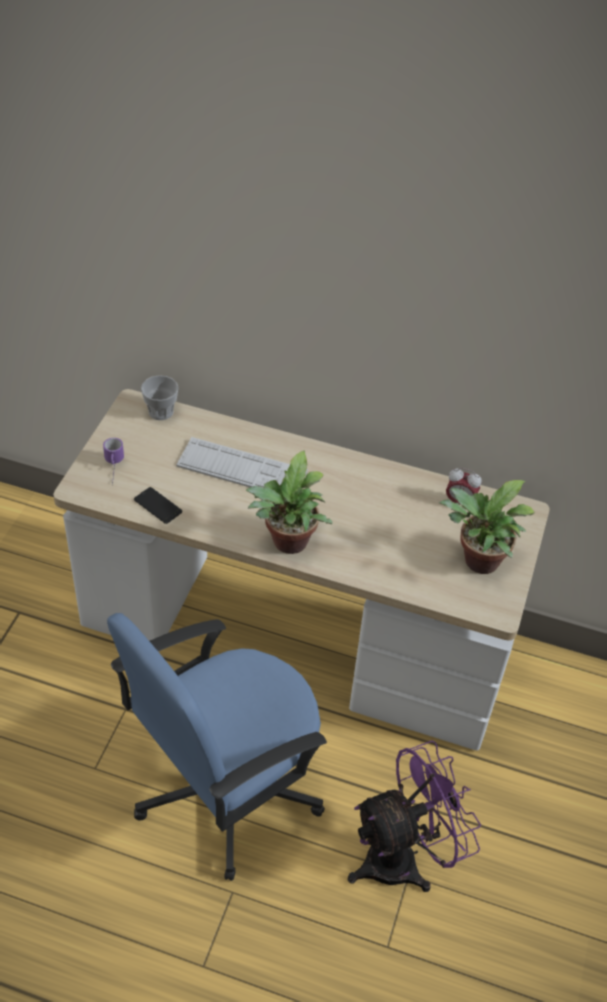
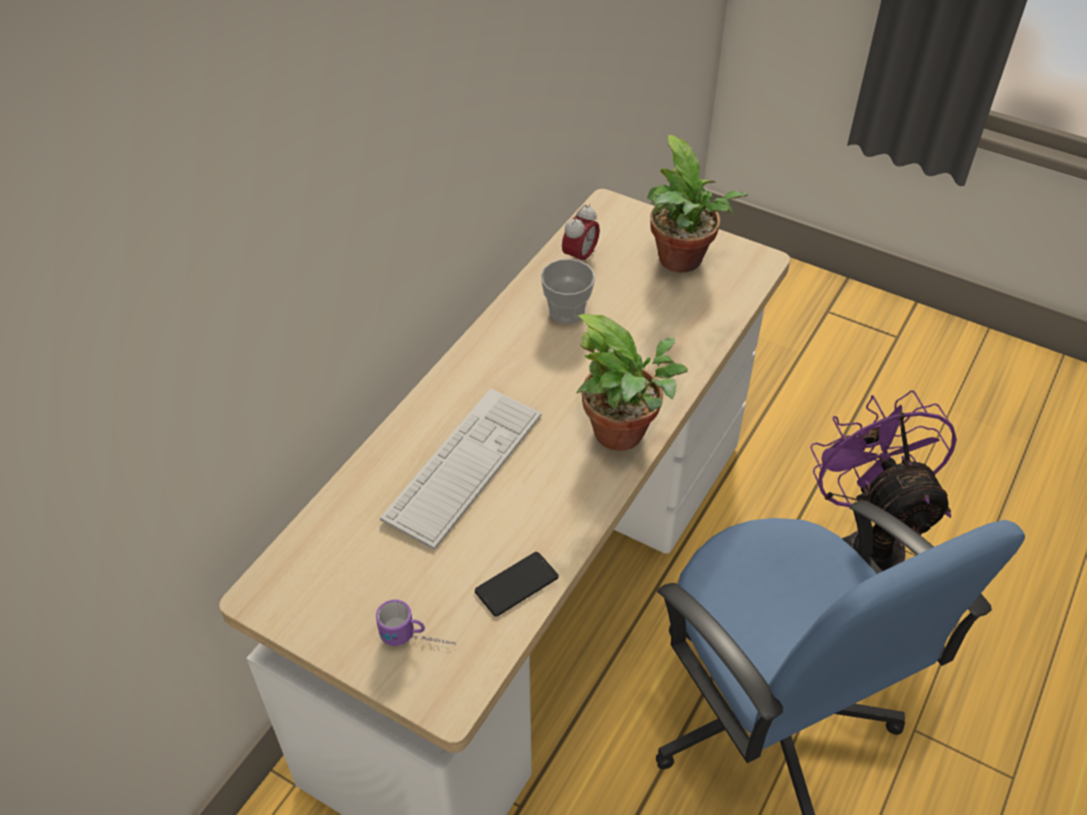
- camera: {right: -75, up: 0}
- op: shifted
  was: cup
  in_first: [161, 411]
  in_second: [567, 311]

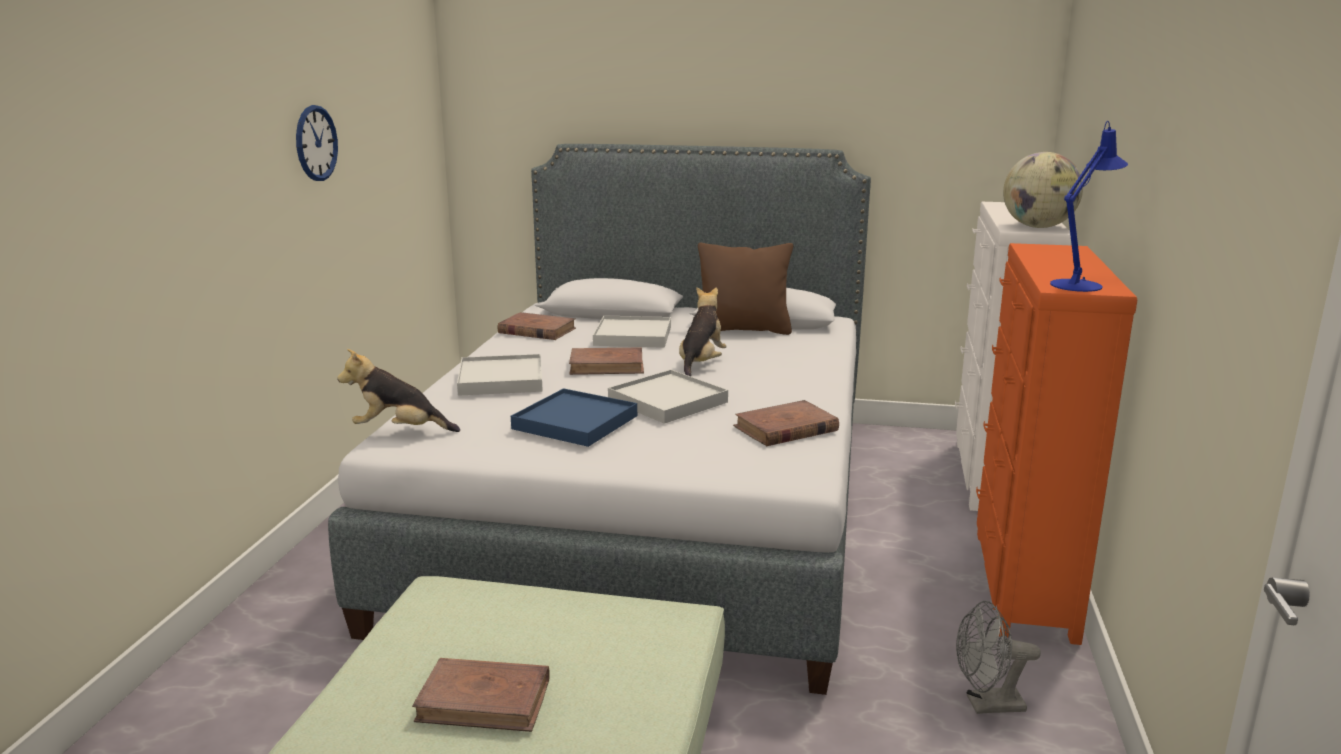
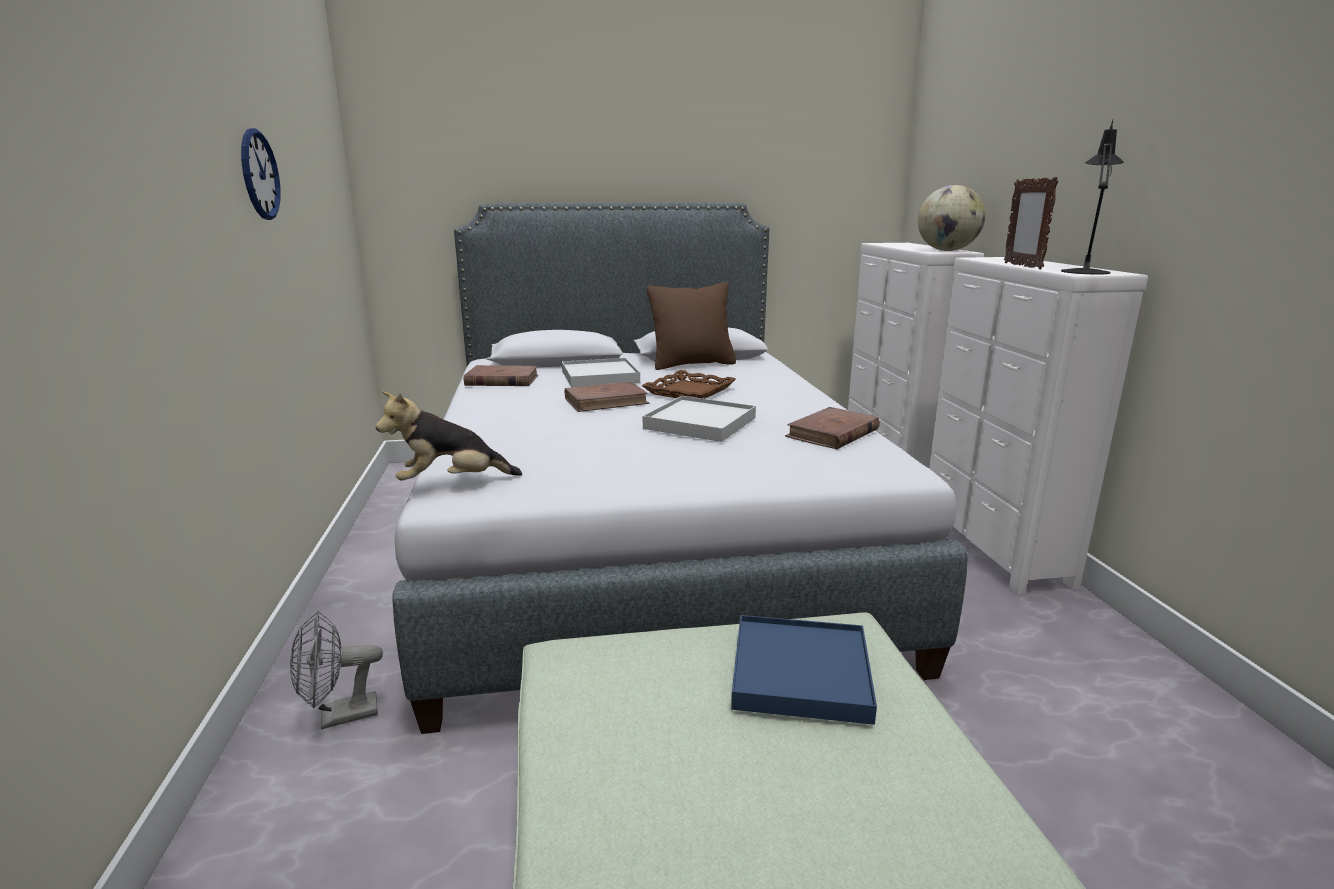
- camera: {right: -20, up: 0}
- op: gone
  was: book (brown)
  in_first: [484, 700]
- op: gone
  was: tray (white)
  in_first: [500, 380]
- op: shifted
  was: tray (blue)
  in_first: [575, 422]
  in_second: [800, 673]
- op: swapped
  was: plush toy
  now: tray (brown)
  in_first: [701, 364]
  in_second: [690, 391]
- op: shifted
  was: fan (grey)
  in_first: [987, 705]
  in_second: [339, 717]
- op: repainted
  was: dresser (orange)
  now: dresser (white)
  in_first: [1021, 584]
  in_second: [992, 548]
- op: repainted
  was: table lamp (blue)
  now: table lamp (black)
  in_first: [1079, 284]
  in_second: [1085, 271]
- op: new
  now: picture frame
  in_second: [1022, 266]

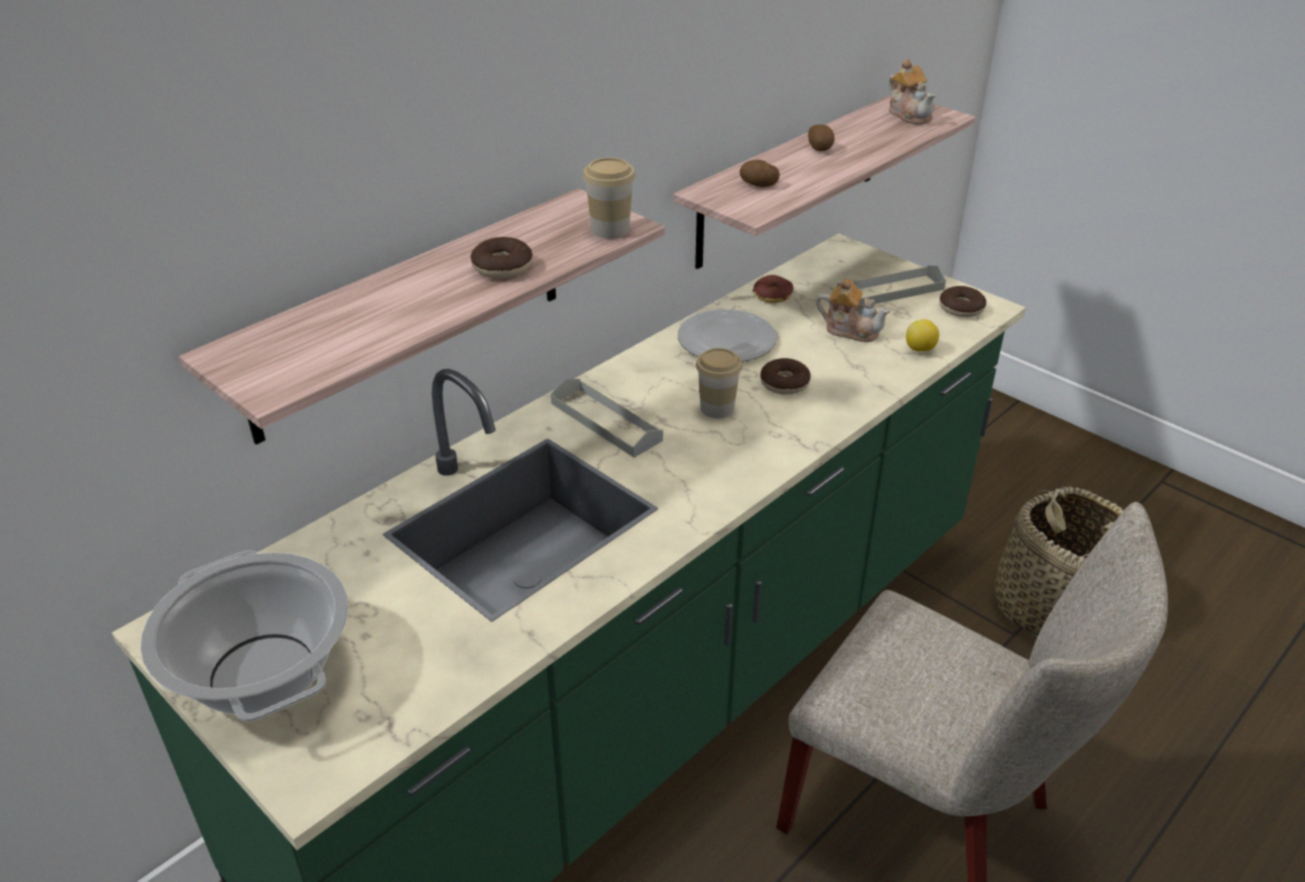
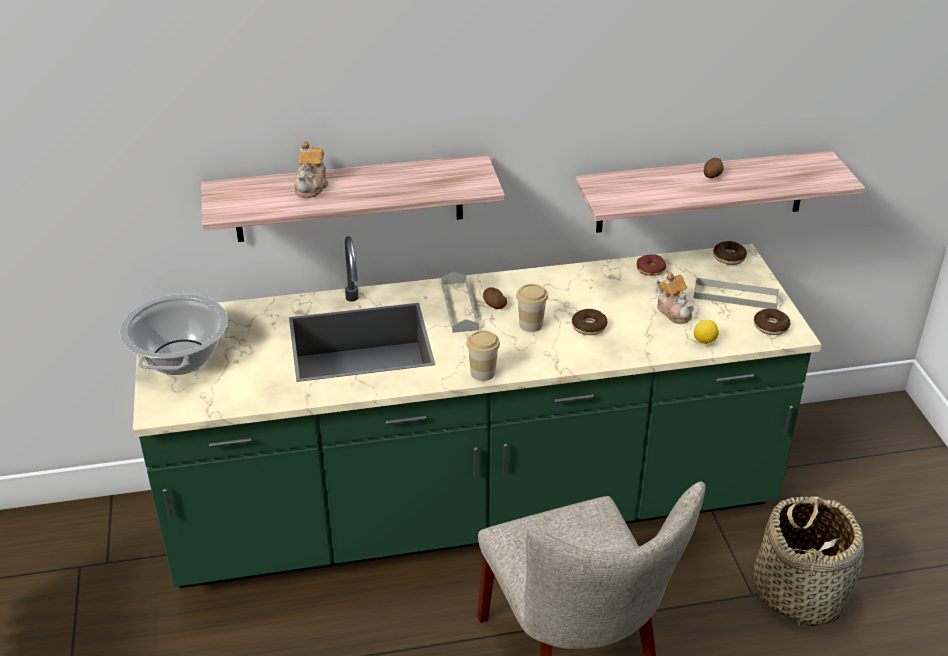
- camera: {right: 35, up: 0}
- op: shifted
  was: donut
  in_first: [502, 267]
  in_second: [729, 257]
- op: shifted
  was: cup
  in_first: [610, 229]
  in_second: [483, 373]
- op: gone
  was: plate
  in_first: [727, 339]
- op: shifted
  was: potato
  in_first: [758, 185]
  in_second: [494, 305]
- op: shifted
  was: teapot
  in_first: [910, 114]
  in_second: [312, 186]

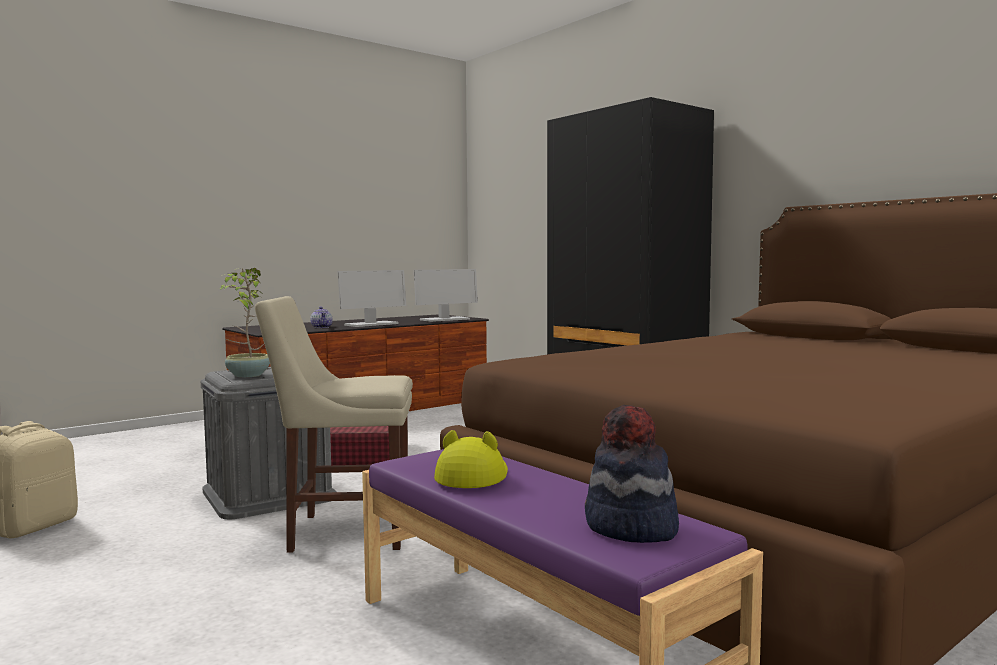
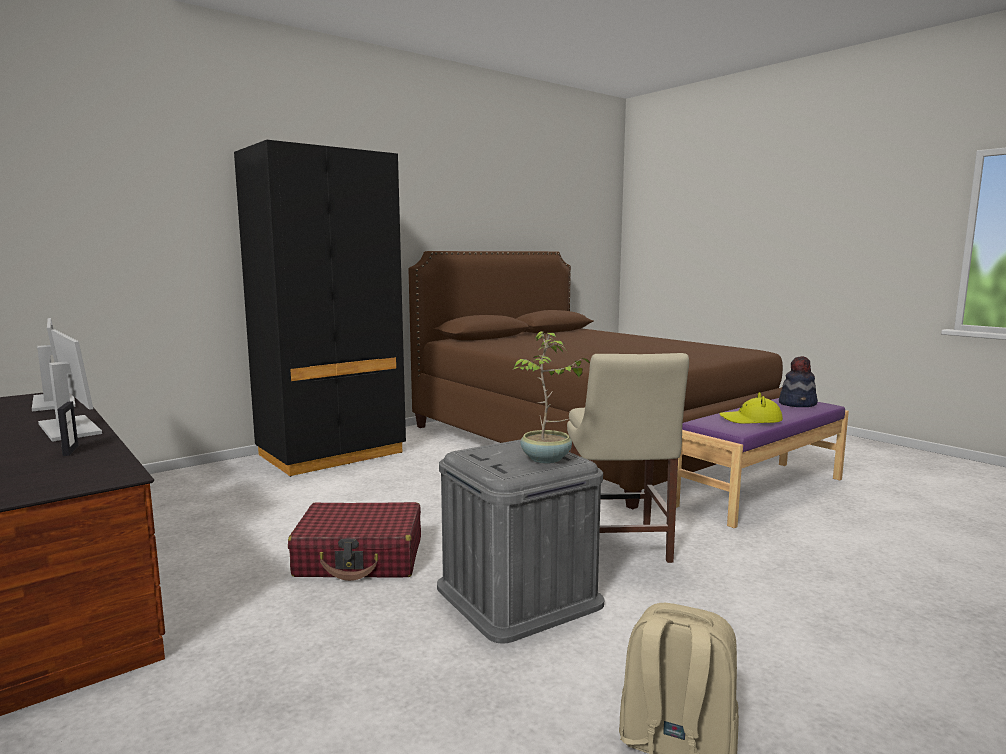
- camera: {right: -90, up: 5}
- op: swapped
  was: teapot
  now: picture frame
  in_first: [322, 327]
  in_second: [70, 450]

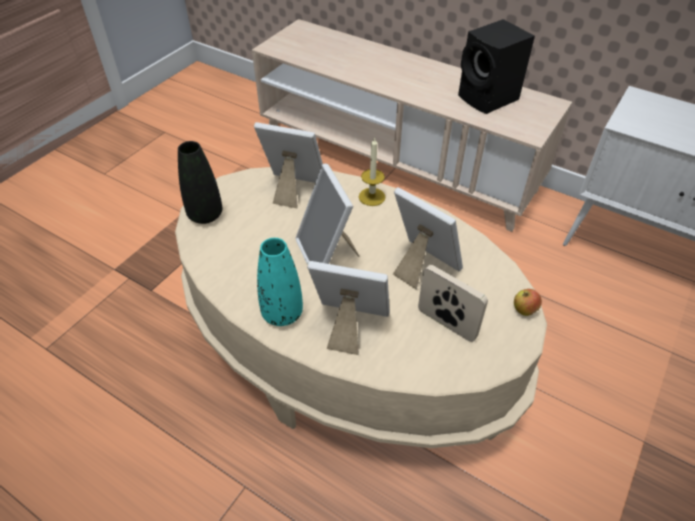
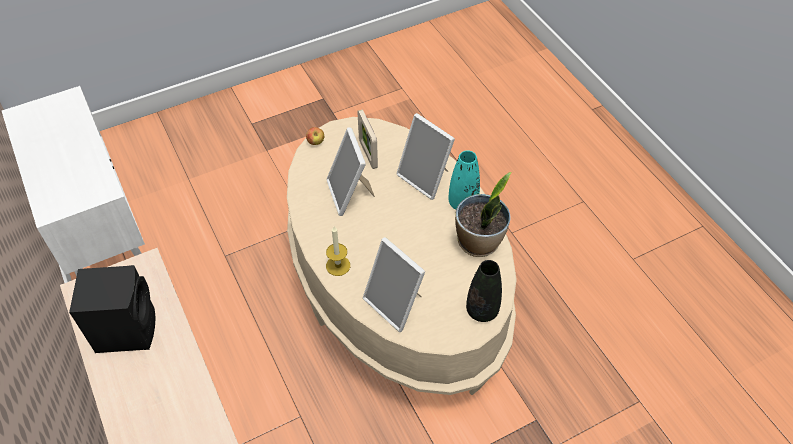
- camera: {right: -150, up: 5}
- op: gone
  was: picture frame
  in_first: [328, 255]
- op: new
  now: potted plant
  in_second: [479, 242]

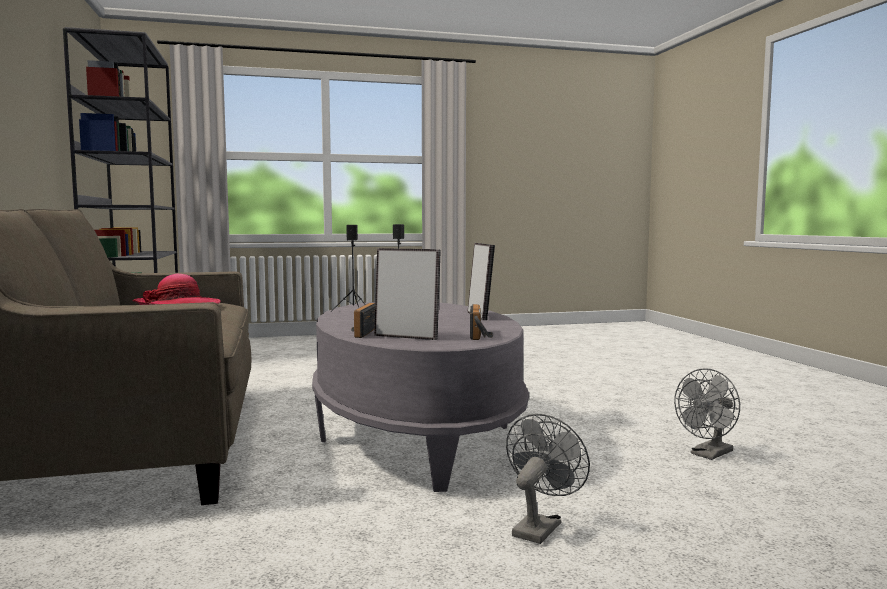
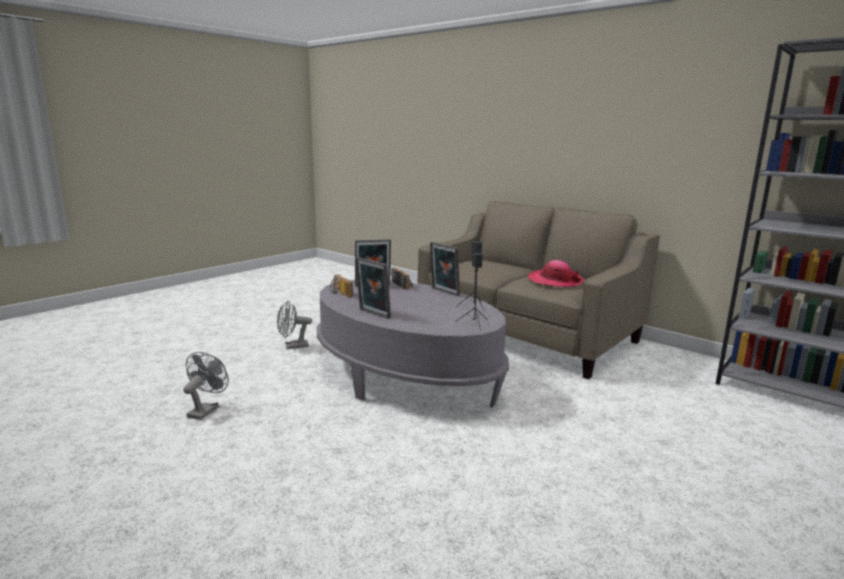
- camera: {right: 145, up: 10}
- op: rotated
  was: fan (grey)
  in_first: [540, 526]
  in_second: [293, 346]
  clockwise: 75
- op: new
  now: picture frame
  in_second: [444, 292]

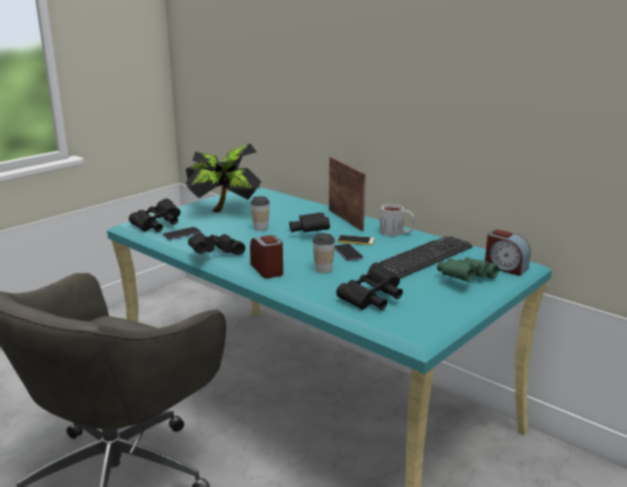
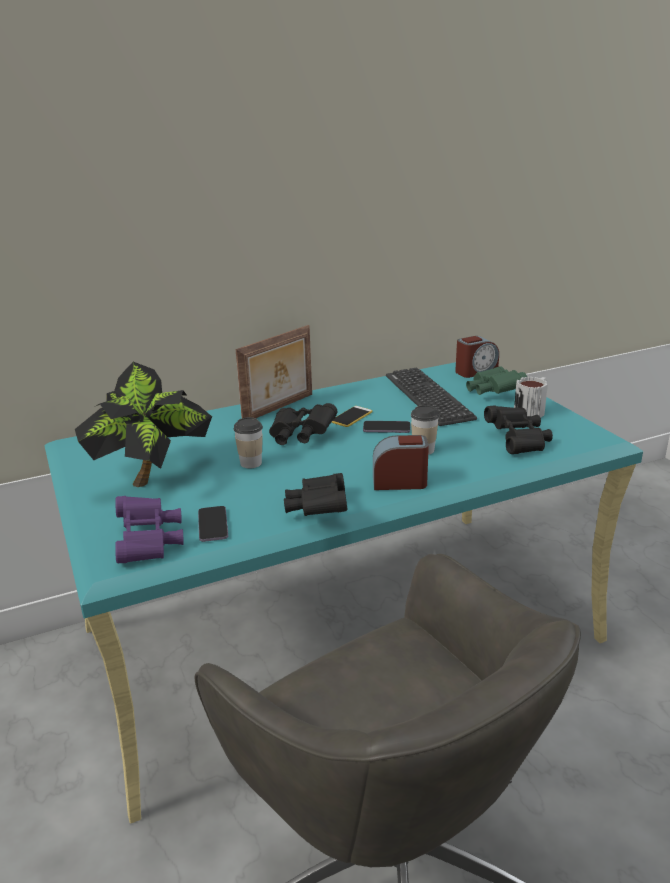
- camera: {right: -65, up: 5}
- op: repainted
  was: binoculars (black)
  now: binoculars (purple)
  in_first: [157, 226]
  in_second: [149, 542]
- op: rotated
  was: picture frame
  in_first: [346, 220]
  in_second: [279, 408]
  clockwise: 135
- op: shifted
  was: mug
  in_first: [396, 232]
  in_second: [532, 411]

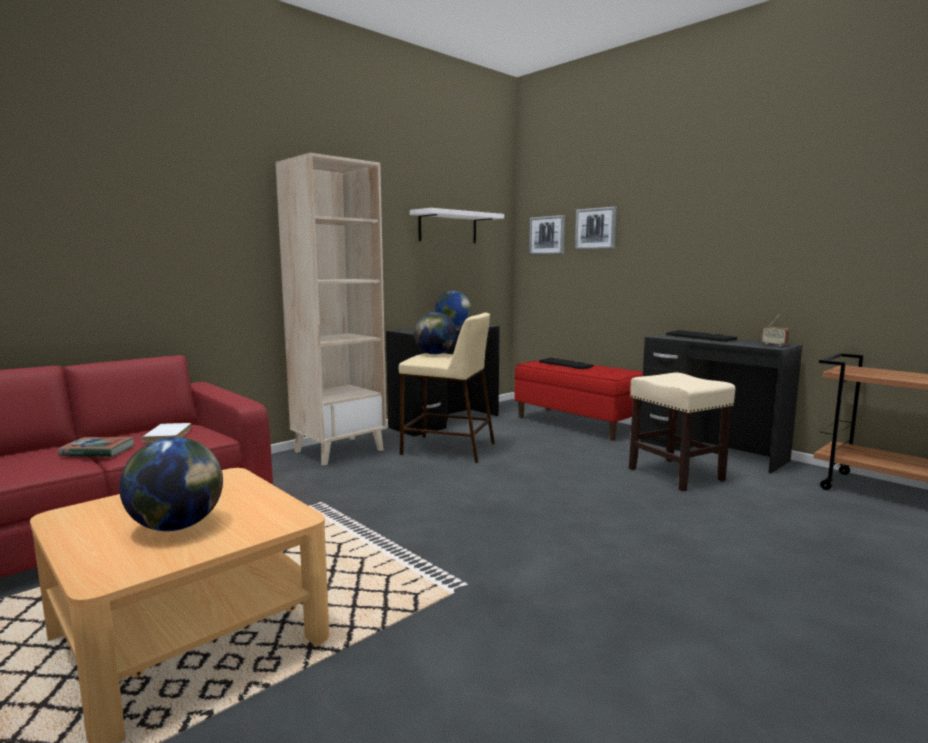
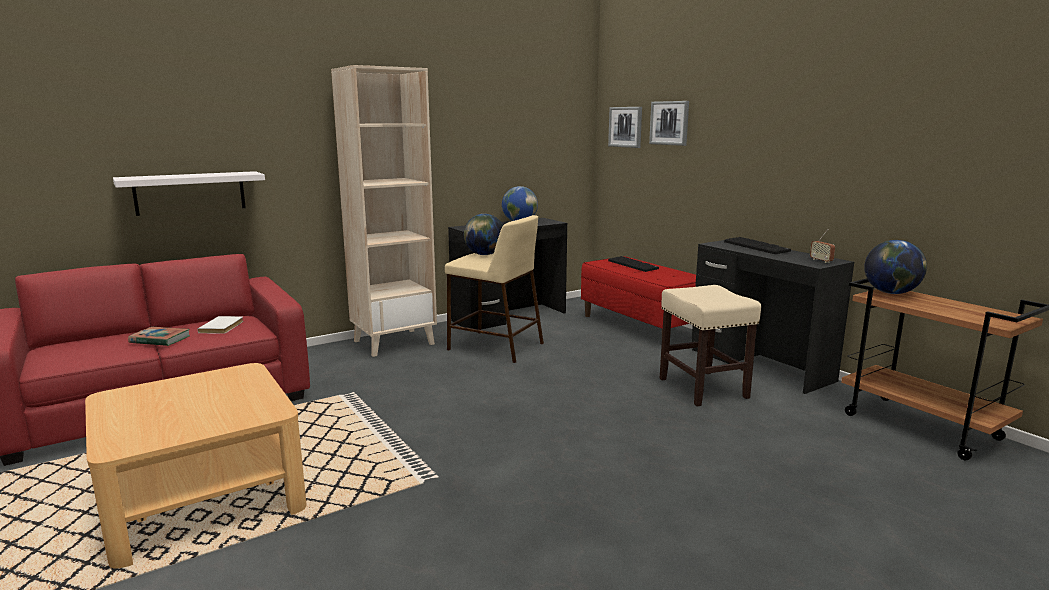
- camera: {right: 10, up: 5}
- op: shifted
  was: globe
  in_first: [177, 526]
  in_second: [891, 293]
- op: shifted
  was: shelf (white)
  in_first: [448, 227]
  in_second: [190, 193]

